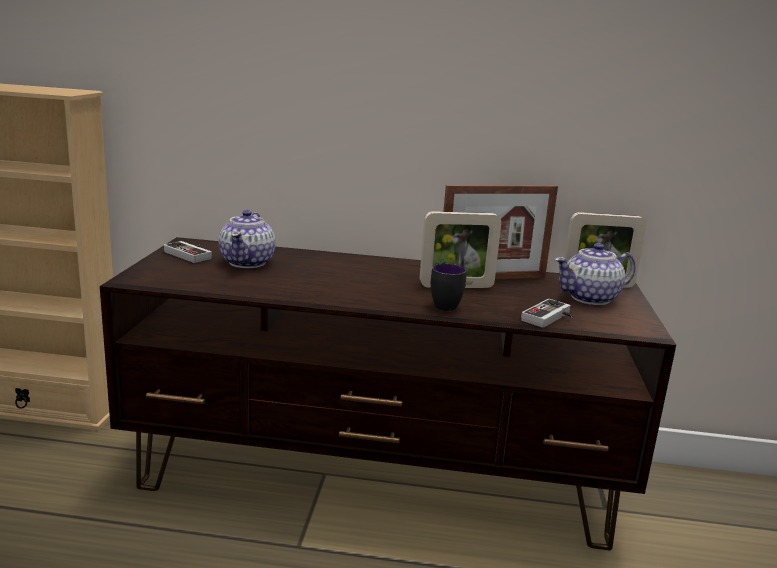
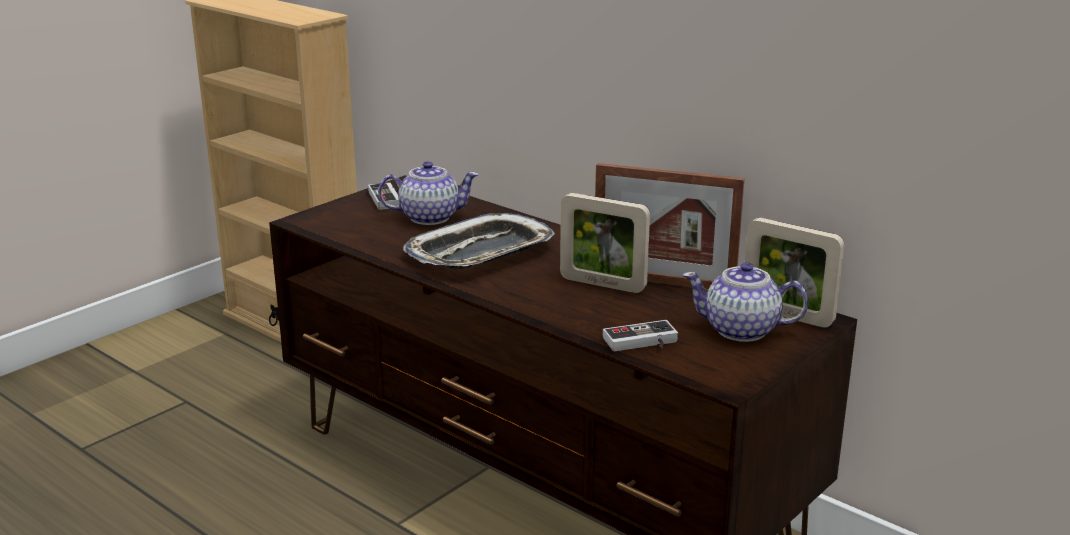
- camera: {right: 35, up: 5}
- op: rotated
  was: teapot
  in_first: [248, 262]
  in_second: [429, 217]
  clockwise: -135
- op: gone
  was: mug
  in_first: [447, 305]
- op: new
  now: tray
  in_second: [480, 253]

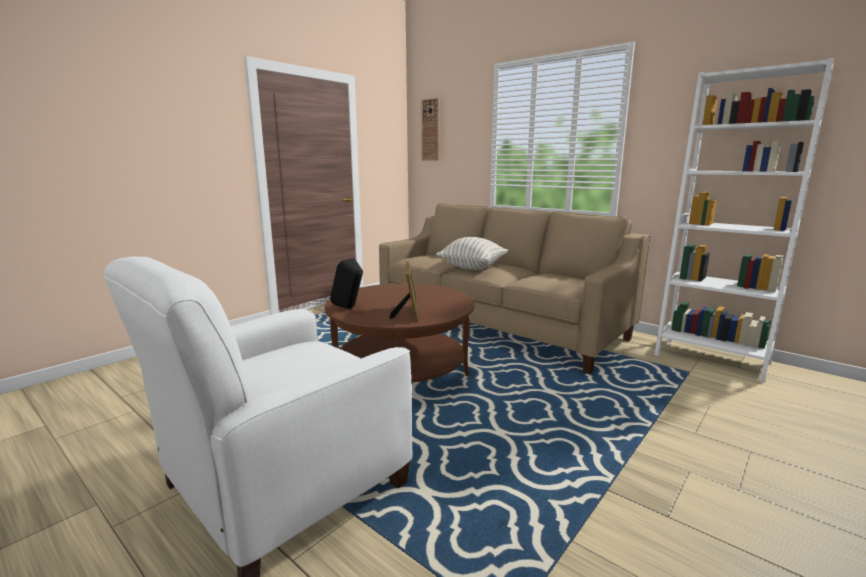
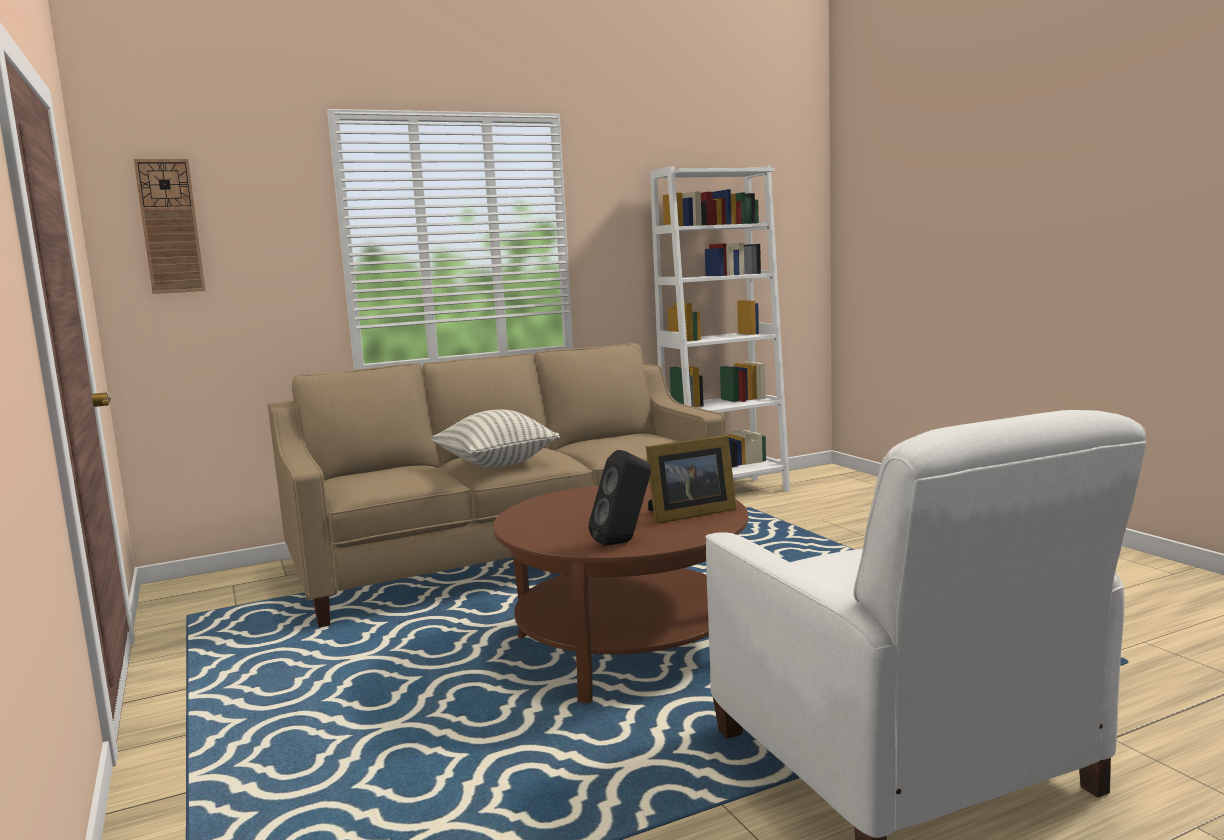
- camera: {right: -65, up: -5}
- op: rotated
  was: picture frame
  in_first: [408, 313]
  in_second: [688, 514]
  clockwise: 135

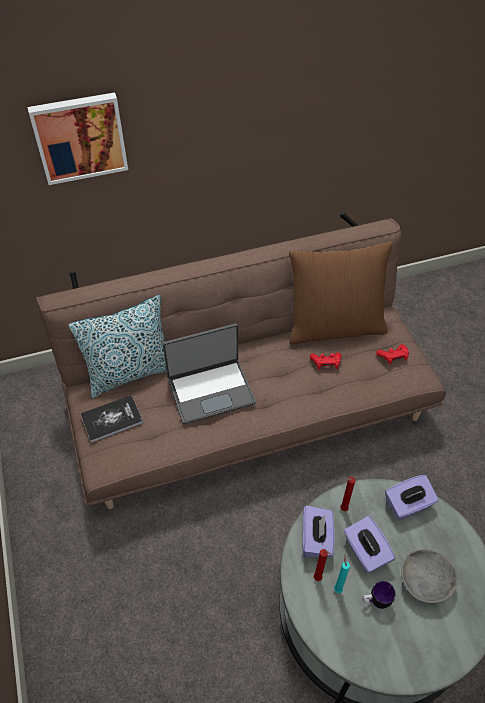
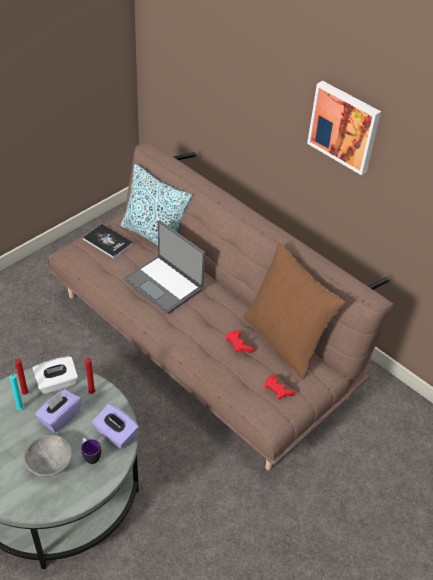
- camera: {right: 60, up: -5}
- op: shifted
  was: picture
  in_first: [79, 137]
  in_second: [345, 126]
- op: repainted
  was: tissue box (purple)
  now: tissue box (white)
  in_first: [316, 539]
  in_second: [57, 383]
- op: shifted
  was: mug
  in_first: [375, 601]
  in_second: [90, 456]

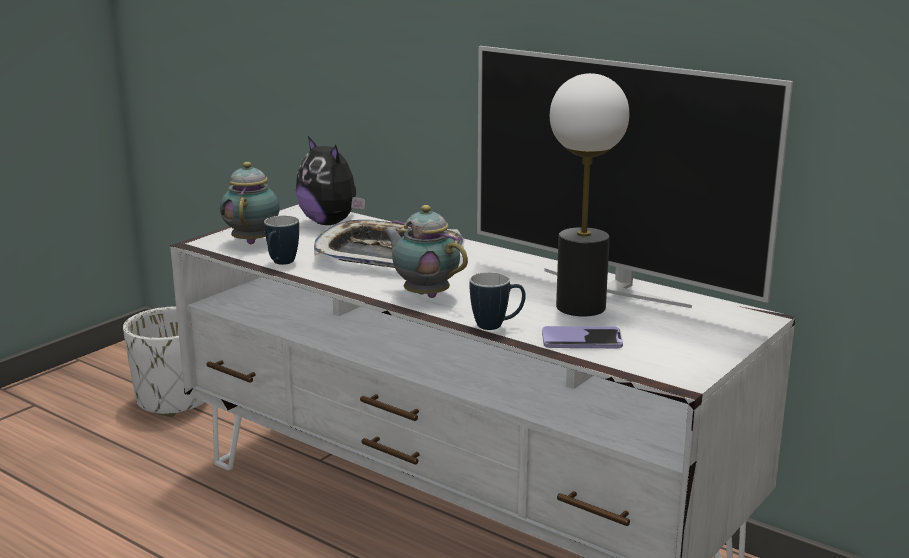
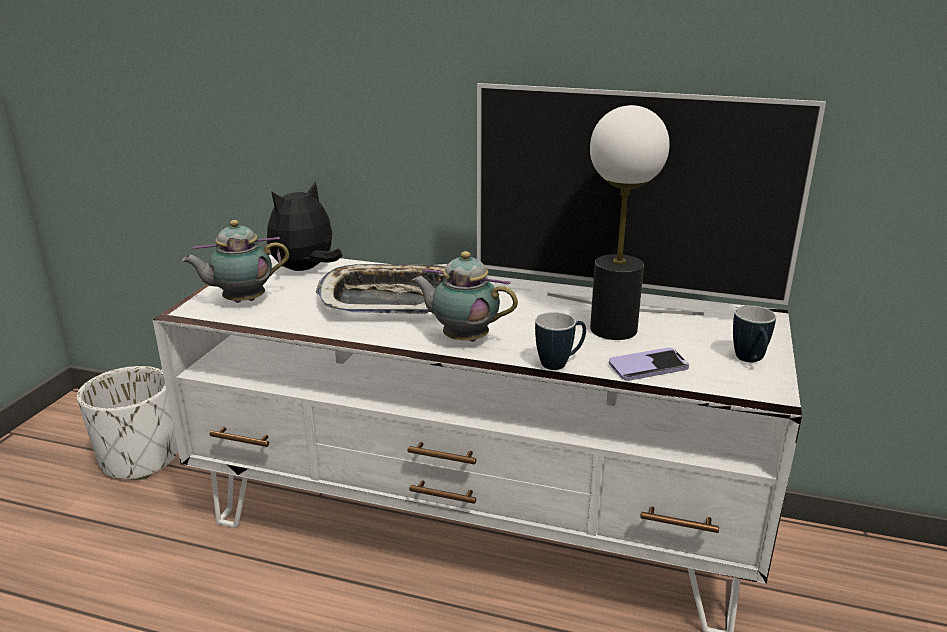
- camera: {right: -20, up: 5}
- op: rotated
  was: teapot
  in_first: [253, 241]
  in_second: [241, 301]
  clockwise: -90
- op: shifted
  was: mug
  in_first: [280, 264]
  in_second: [750, 361]
- op: rotated
  was: plush toy
  in_first: [331, 223]
  in_second: [305, 270]
  clockwise: 105

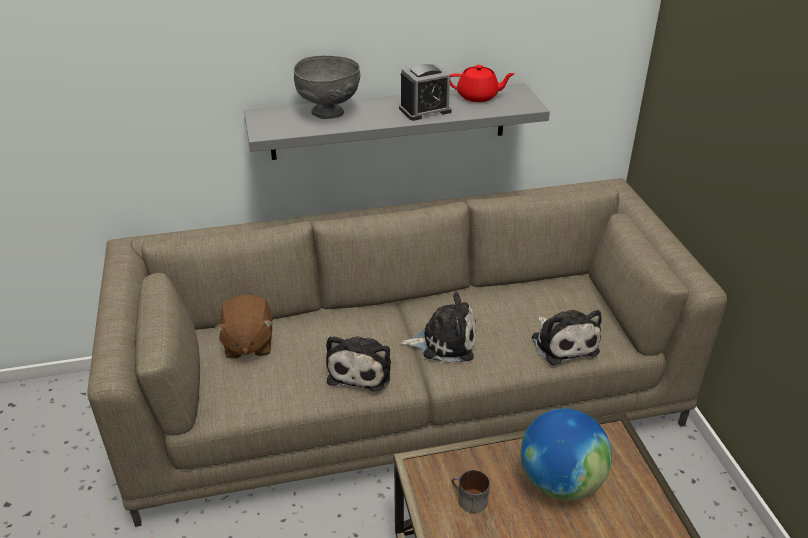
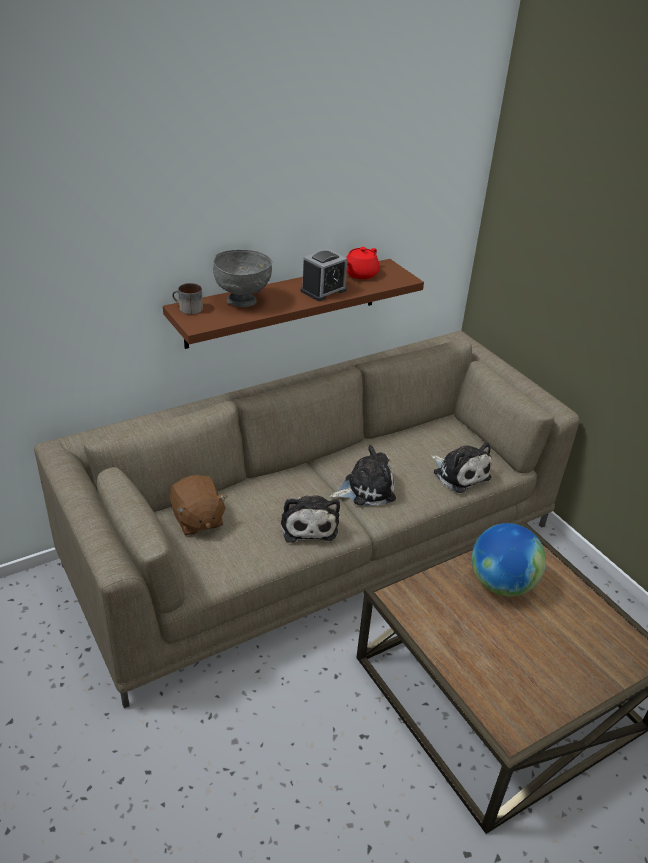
- camera: {right: -20, up: 0}
- op: repainted
  was: shelf (grey)
  now: shelf (brown)
  in_first: [389, 121]
  in_second: [283, 303]
- op: rotated
  was: teapot (red)
  in_first: [478, 96]
  in_second: [360, 274]
  clockwise: 135
- op: shifted
  was: mug
  in_first: [468, 499]
  in_second: [187, 308]

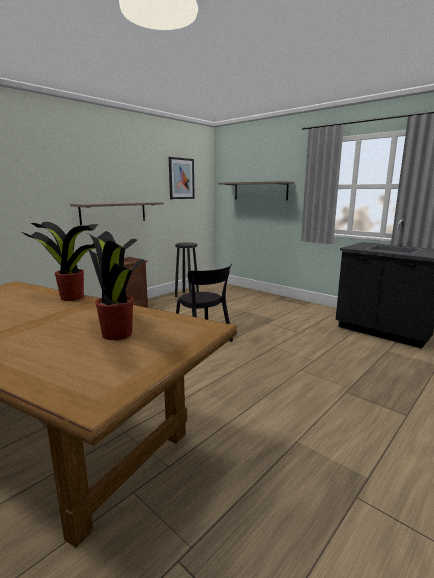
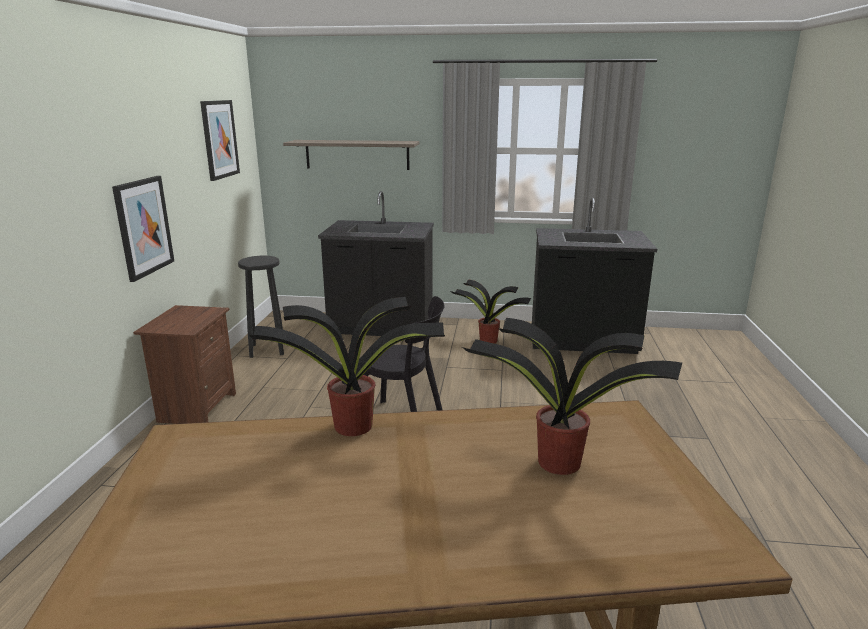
- camera: {right: -35, up: 5}
- op: swapped
  was: shelf
  now: picture
  in_first: [113, 212]
  in_second: [143, 227]
- op: new
  now: counter (black)
  in_second: [381, 328]
- op: new
  now: potted plant
  in_second: [487, 340]

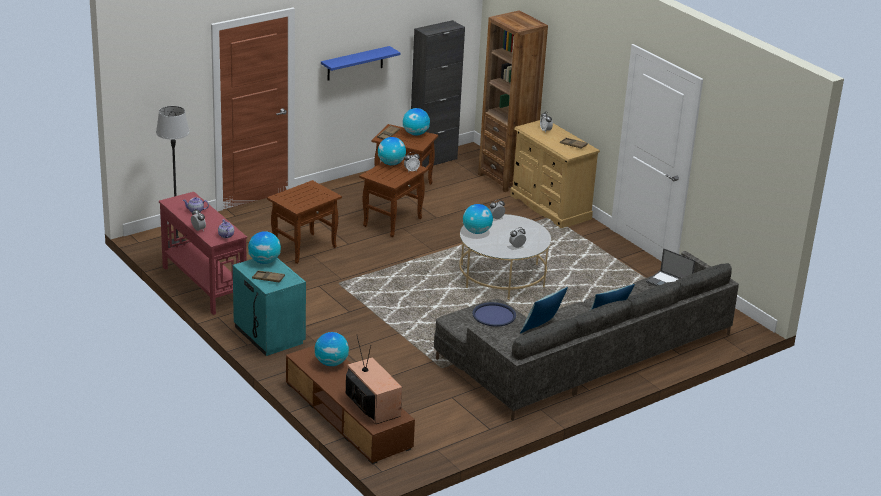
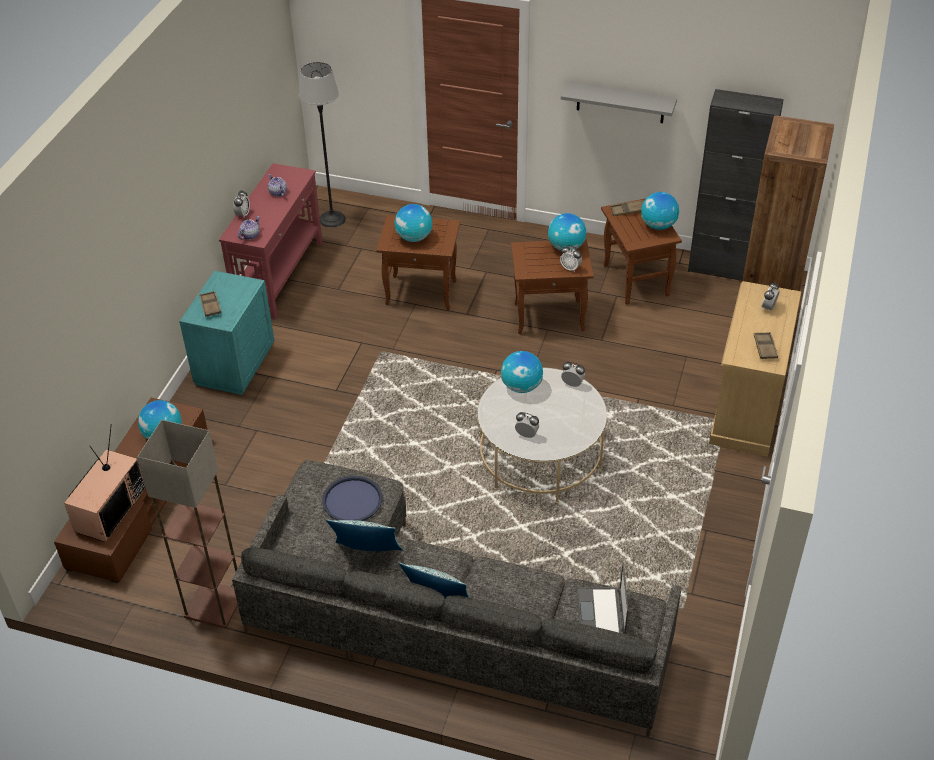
- camera: {right: 55, up: 15}
- op: shifted
  was: globe
  in_first: [264, 261]
  in_second: [414, 237]
- op: repainted
  was: shelf (blue)
  now: shelf (grey)
  in_first: [355, 63]
  in_second: [620, 103]
- op: new
  now: floor lamp
  in_second: [213, 605]

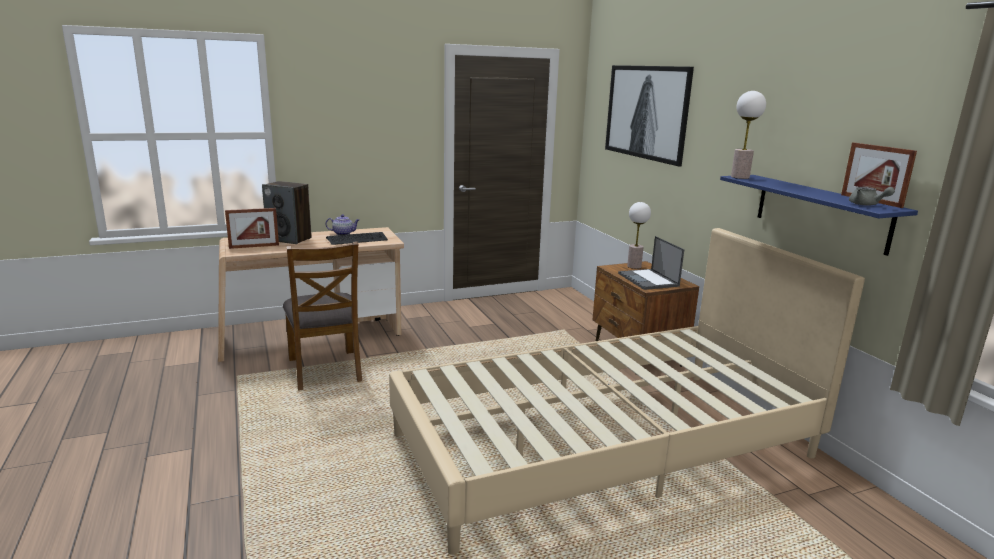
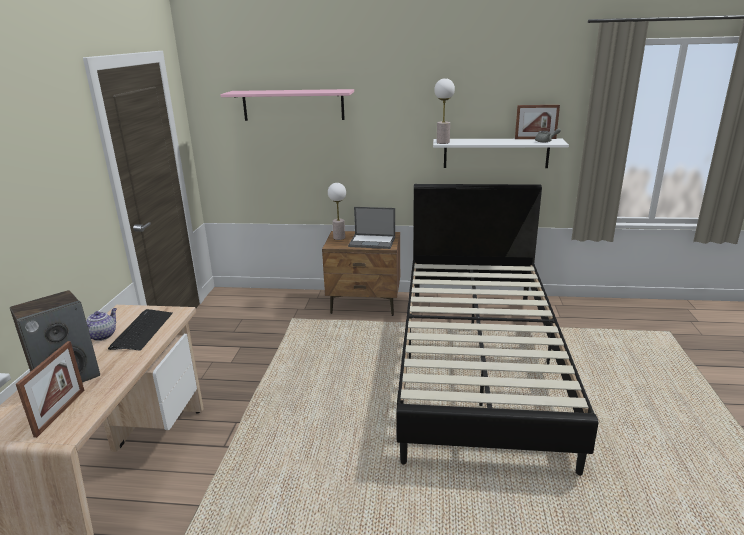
- camera: {right: -60, up: 5}
- op: gone
  was: chair (brown)
  in_first: [326, 369]
- op: repainted
  was: bed (beige)
  now: bed (black)
  in_first: [604, 445]
  in_second: [478, 362]
- op: swapped
  was: picture
  now: shelf (pink)
  in_first: [646, 112]
  in_second: [293, 105]
- op: repainted
  was: shelf (blue)
  now: shelf (white)
  in_first: [820, 212]
  in_second: [496, 153]

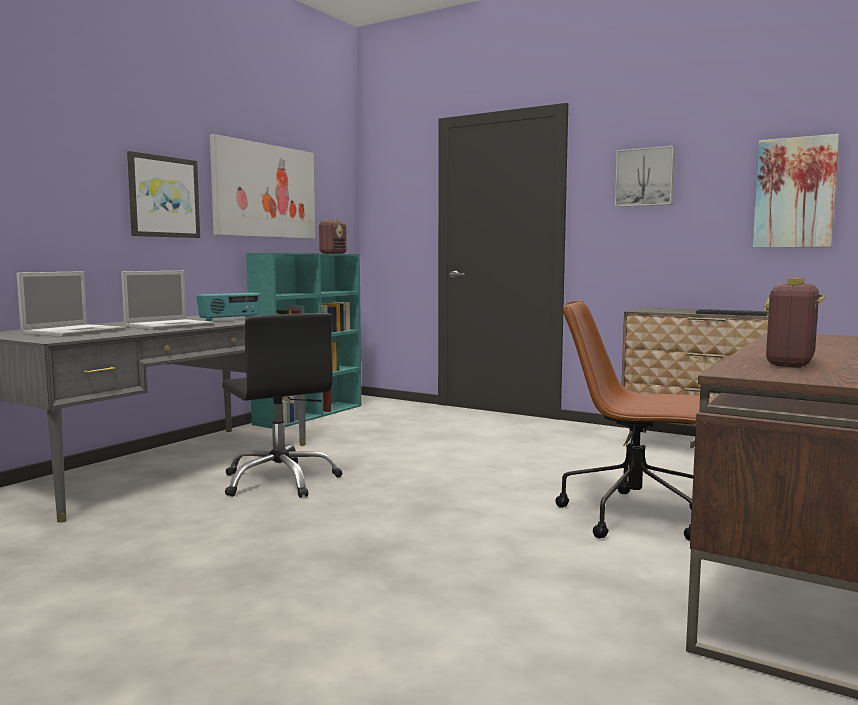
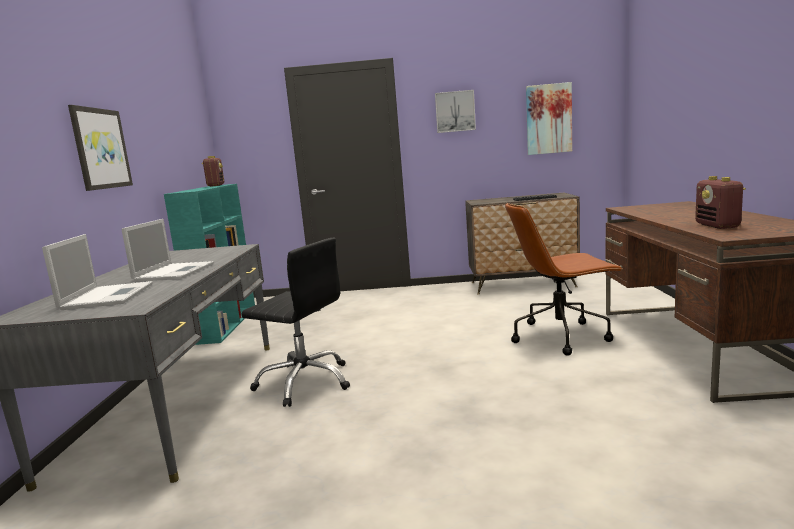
- camera: {right: -30, up: 5}
- op: gone
  was: radio
  in_first: [230, 320]
- op: gone
  was: picture
  in_first: [264, 191]

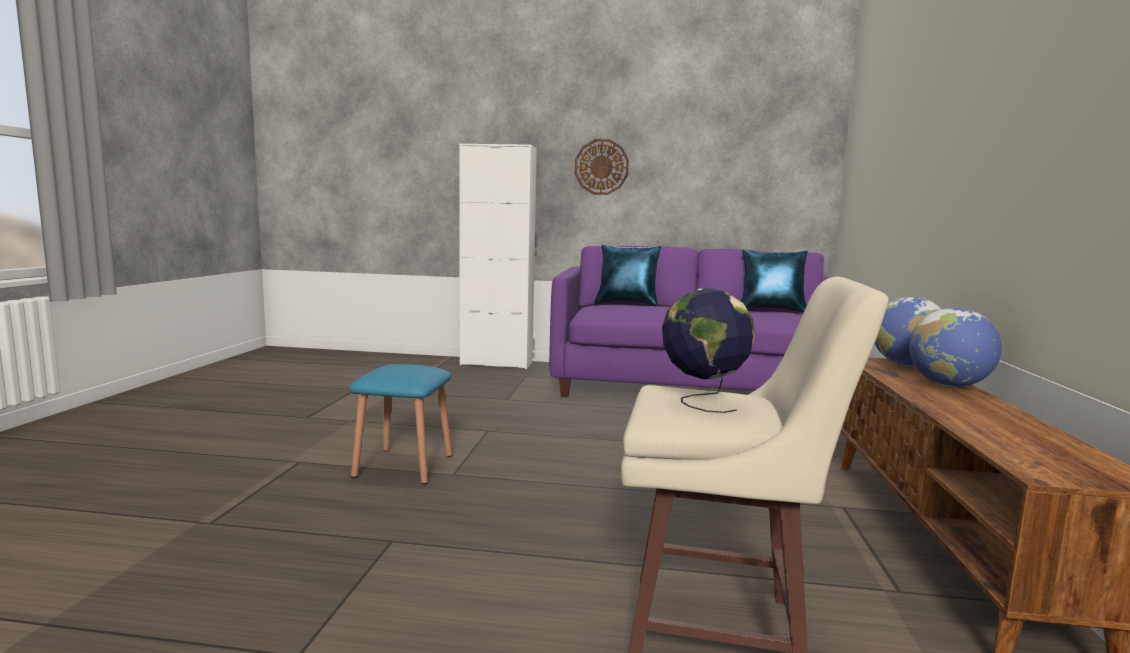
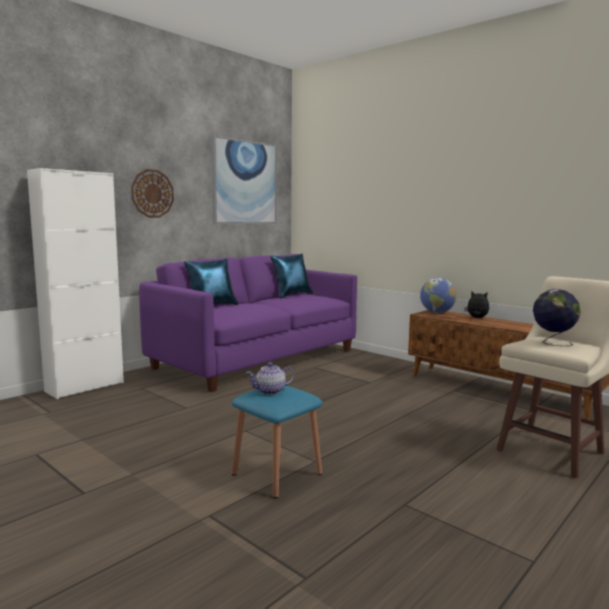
- camera: {right: -55, up: 0}
- op: swapped
  was: globe
  now: plush toy
  in_first: [948, 385]
  in_second: [477, 318]
- op: new
  now: picture
  in_second: [244, 182]
- op: new
  now: teapot
  in_second: [270, 391]

